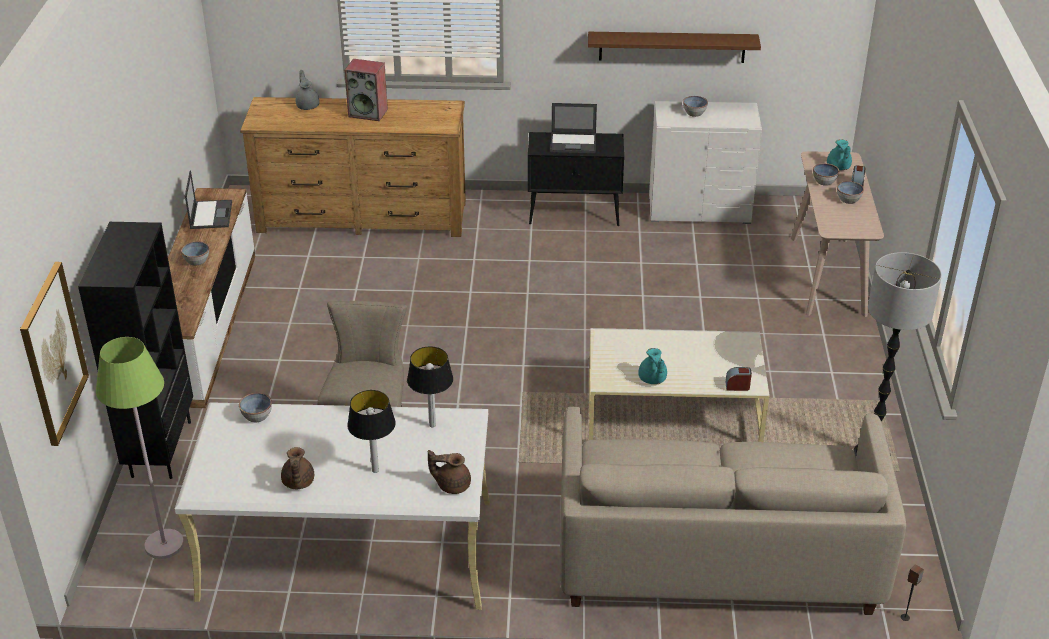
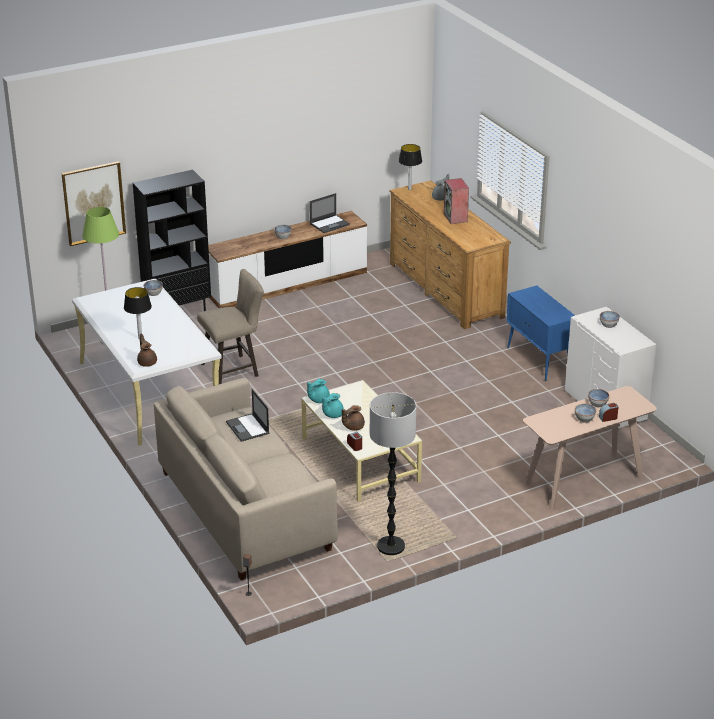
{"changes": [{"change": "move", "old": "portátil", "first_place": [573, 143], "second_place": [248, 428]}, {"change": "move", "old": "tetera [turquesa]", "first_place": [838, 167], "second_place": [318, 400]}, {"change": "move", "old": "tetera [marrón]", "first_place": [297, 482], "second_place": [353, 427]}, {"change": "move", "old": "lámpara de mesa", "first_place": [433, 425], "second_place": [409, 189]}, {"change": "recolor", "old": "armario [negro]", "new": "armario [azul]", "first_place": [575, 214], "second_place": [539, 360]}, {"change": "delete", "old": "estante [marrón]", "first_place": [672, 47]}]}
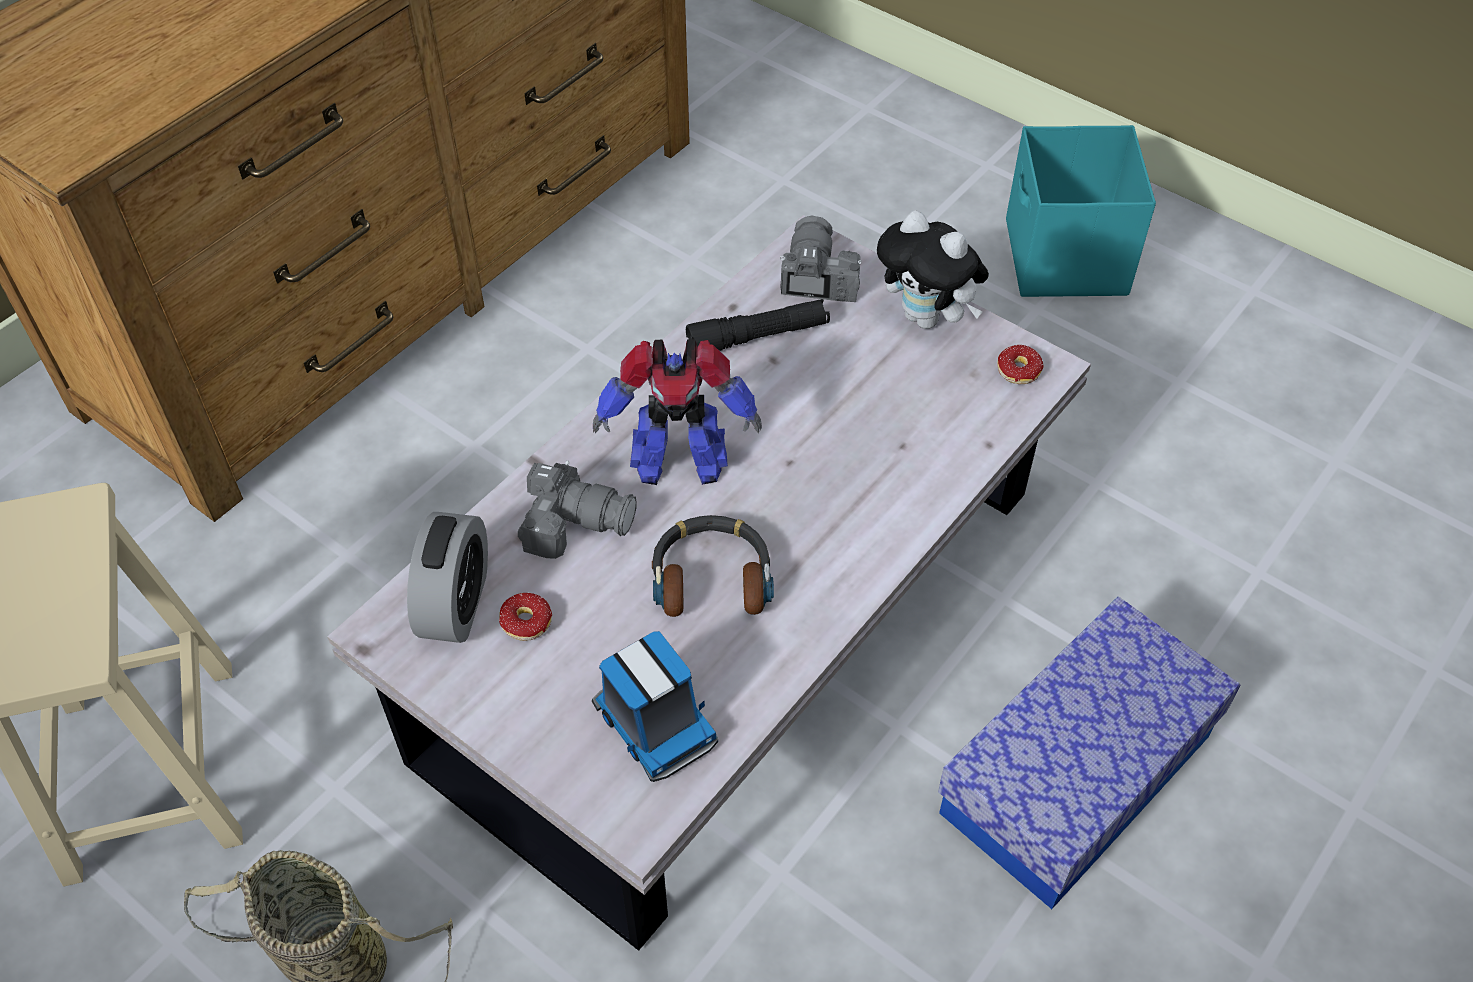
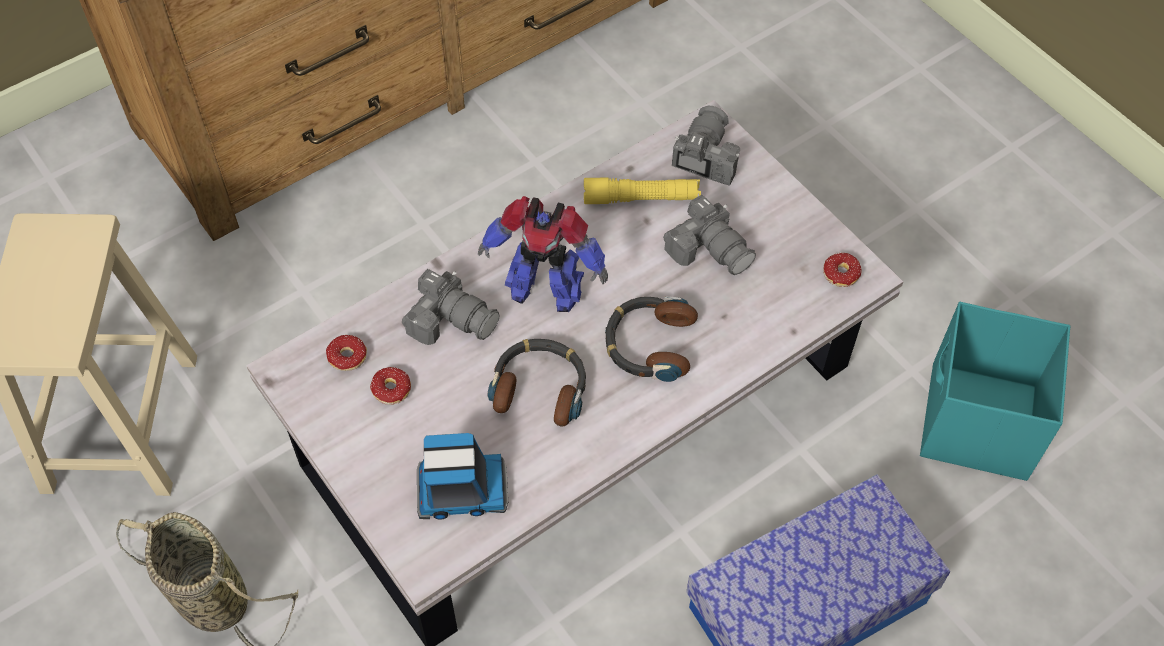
{"changes": [{"change": "replace", "old": "despertador", "new": "rosquilla", "first_place": [456, 604], "second_place": [345, 363]}, {"change": "rotate", "old": "camión de juguete", "first_place": [654, 723], "second_place": [460, 490], "degrees": -75}, {"change": "recolor", "old": "linterna [negro]", "new": "linterna [amarillo]", "first_place": [758, 337], "second_place": [641, 198]}, {"change": "insert", "new": "auriculares", "second_place": [648, 344]}, {"change": "insert", "new": "cámara", "second_place": [709, 249]}, {"change": "move", "old": "caja de almacenaje [turquesa]", "first_place": [1064, 259], "second_place": [976, 423]}, {"change": "delete", "old": "peluche", "first_place": [927, 318]}]}
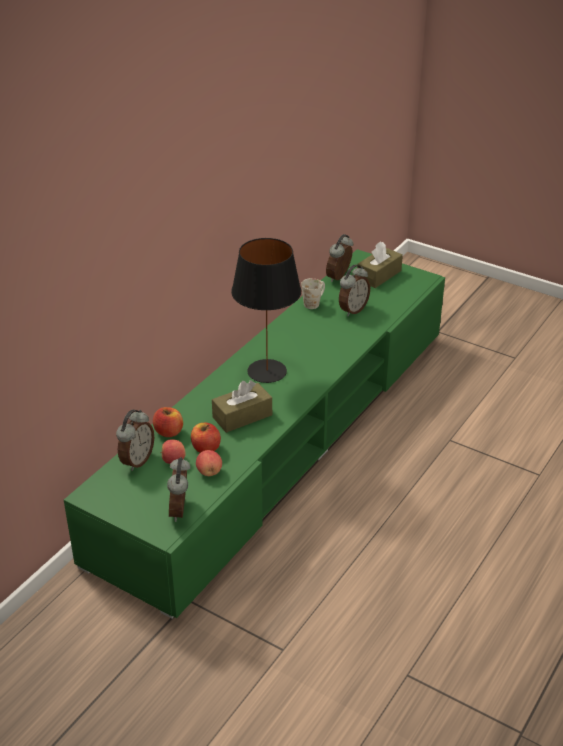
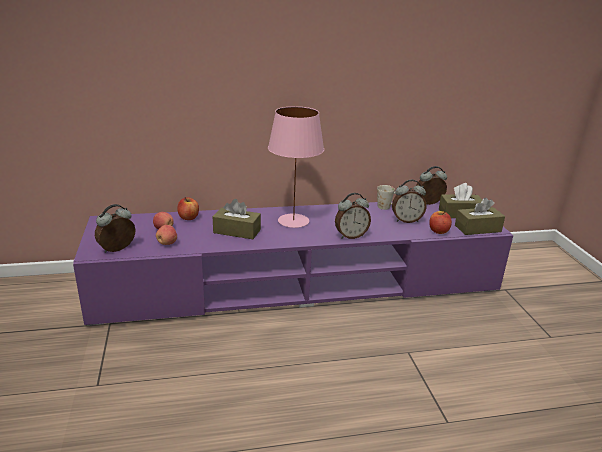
{"changes": [{"change": "recolor", "old": "mueble de televisión [verde]", "new": "mueble de televisión [morado]", "first_place": [282, 437], "second_place": [299, 283]}, {"change": "recolor", "old": "lámpara de mesa [negro]", "new": "lámpara de mesa [rosa]", "first_place": [266, 371], "second_place": [293, 220]}, {"change": "move", "old": "despertador", "first_place": [136, 460], "second_place": [351, 236]}, {"change": "move", "old": "manzana", "first_place": [206, 448], "second_place": [438, 231]}, {"change": "insert", "new": "caja de pañuelos [marrón]", "second_place": [477, 228]}]}
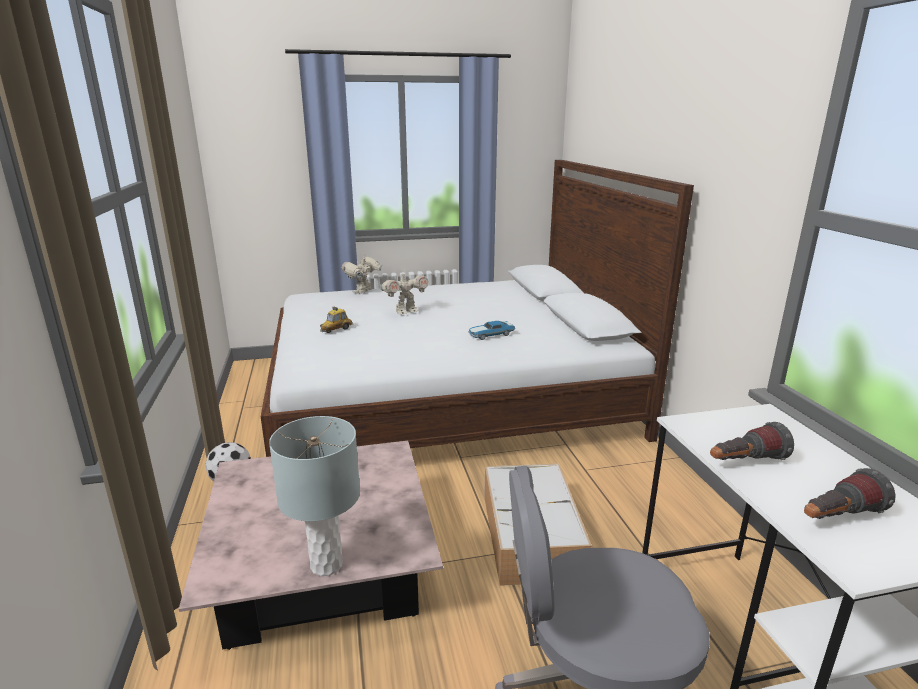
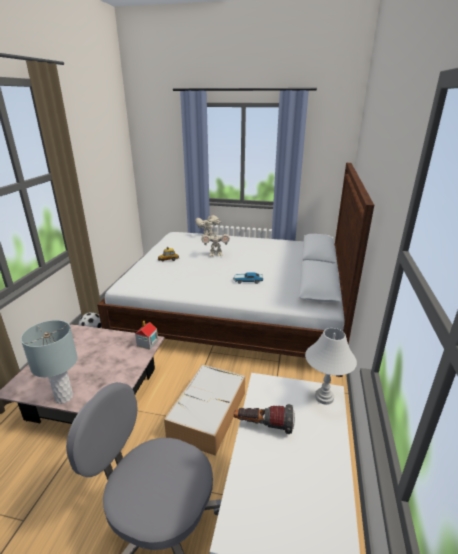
{"changes": [{"change": "insert", "new": "casita", "second_place": [147, 343]}, {"change": "insert", "new": "lámpara de mesa [blanco]", "second_place": [324, 397]}, {"change": "delete", "old": "linterna", "first_place": [837, 518]}]}
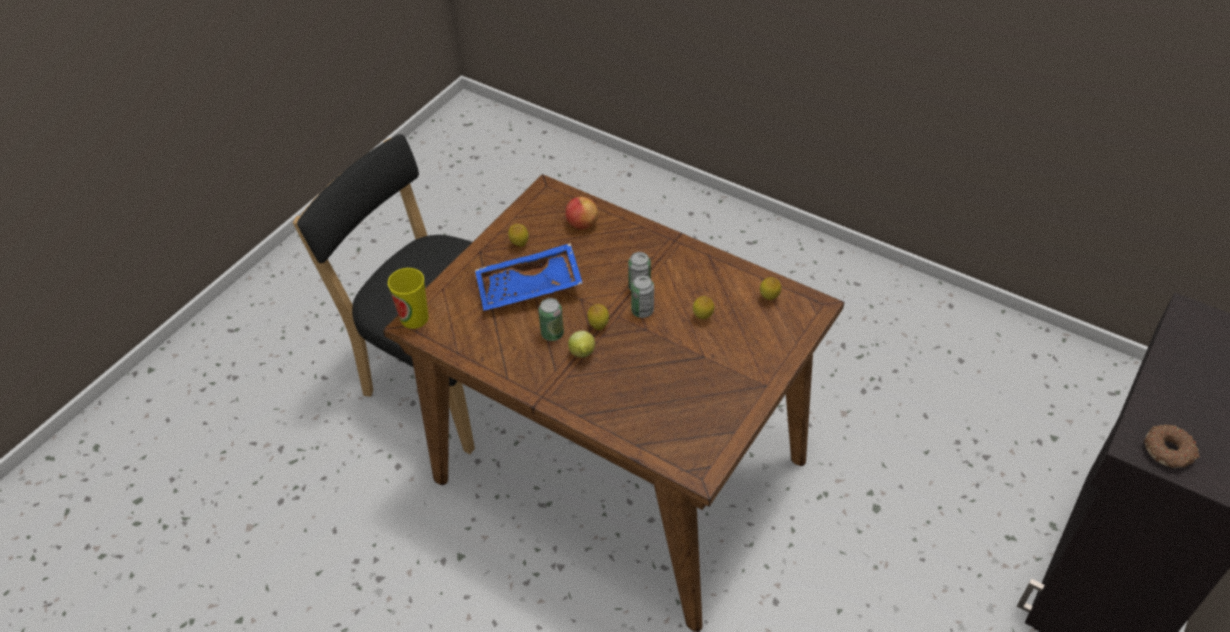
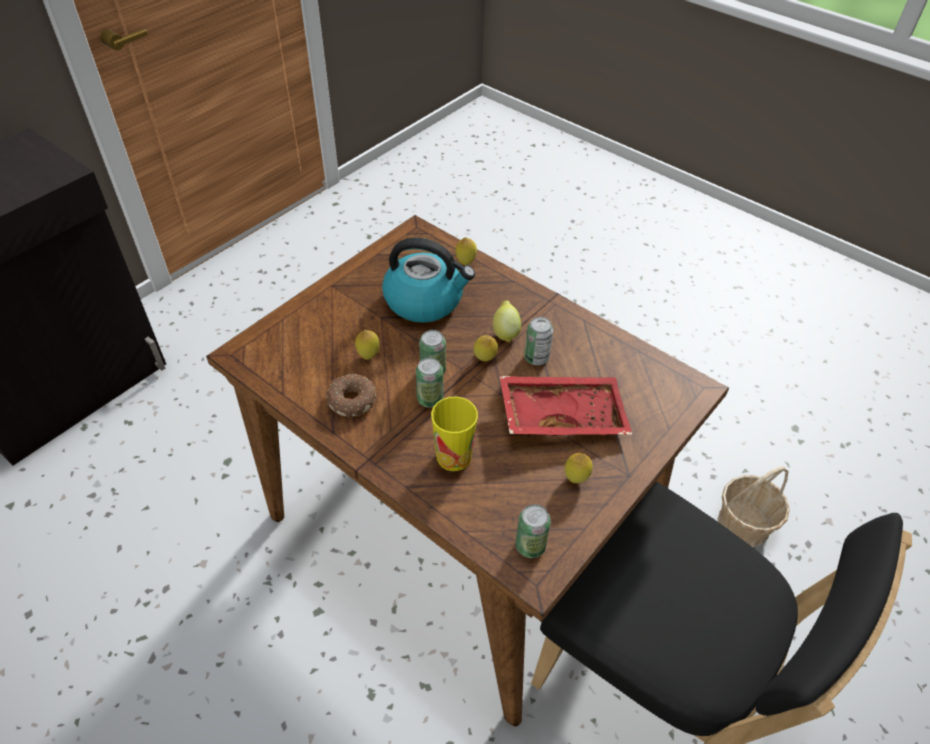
{"changes": [{"change": "move", "old": "rosquilla", "first_place": [1169, 451], "second_place": [351, 400]}, {"change": "insert", "new": "hervidor", "second_place": [425, 300]}, {"change": "move", "old": "taza", "first_place": [414, 318], "second_place": [454, 456]}, {"change": "move", "old": "limón", "first_place": [769, 298], "second_place": [465, 262]}, {"change": "recolor", "old": "bandeja [azul]", "new": "bandeja [rojo]", "first_place": [529, 288], "second_place": [562, 414]}, {"change": "insert", "new": "lata", "second_place": [530, 546]}, {"change": "insert", "new": "cesta", "second_place": [744, 524]}, {"change": "delete", "old": "manzana", "first_place": [582, 224]}]}
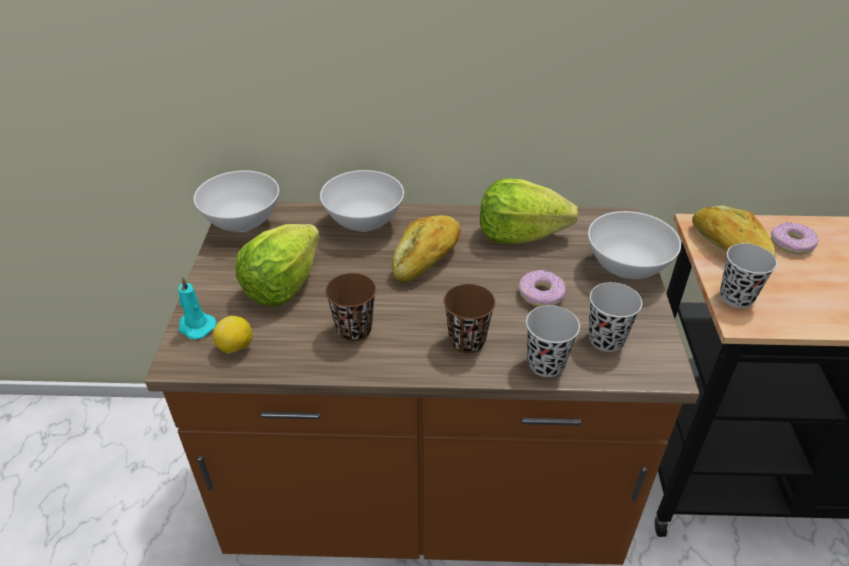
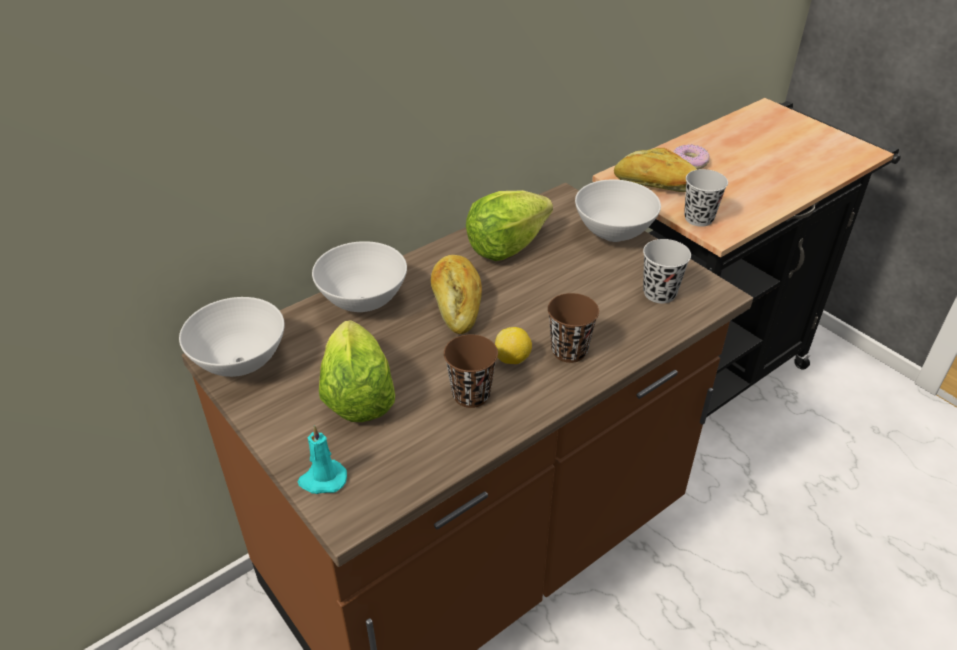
{"changes": [{"change": "move", "old": "limón", "first_place": [236, 348], "second_place": [512, 359]}, {"change": "delete", "old": "rosquilla", "first_place": [541, 295]}, {"change": "delete", "old": "taza [negro]", "first_place": [546, 364]}]}
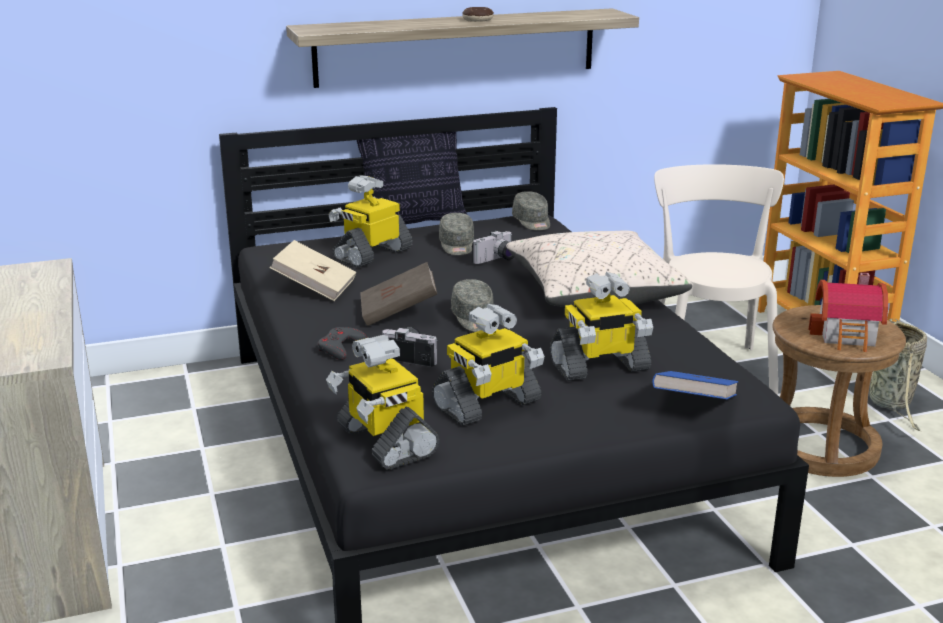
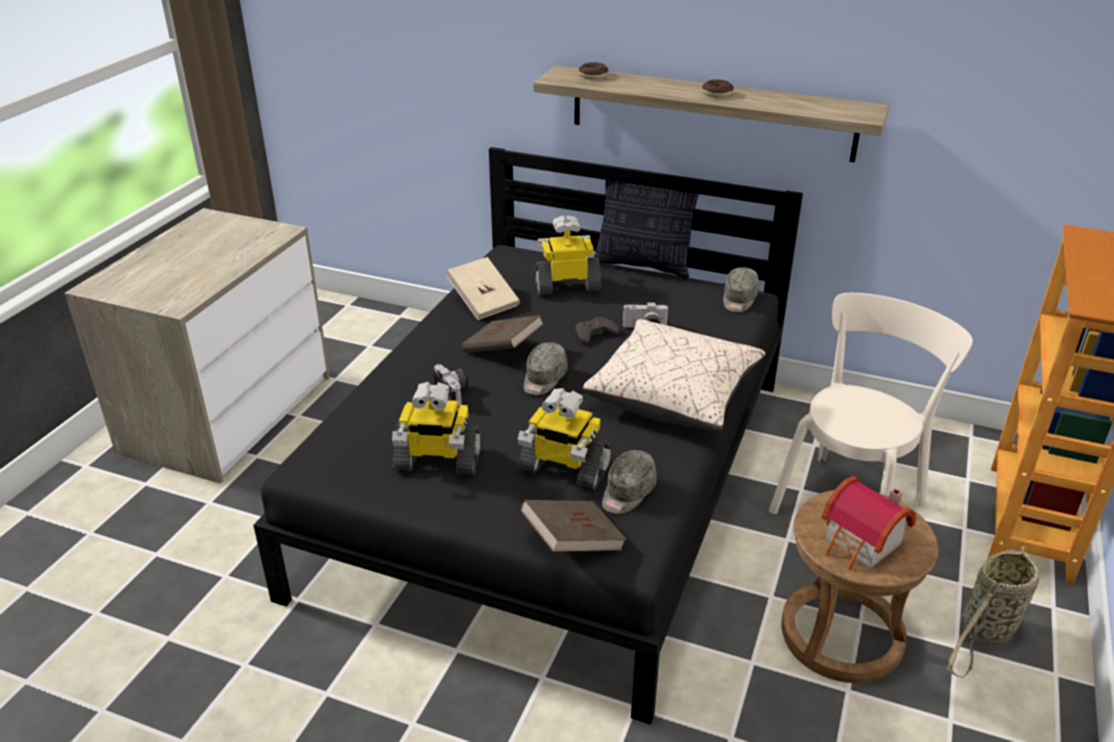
{"changes": [{"change": "recolor", "old": "libro [azul]", "new": "libro [marrón]", "first_place": [694, 406], "second_place": [572, 542]}, {"change": "move", "old": "mando de consola [gris]", "first_place": [340, 348], "second_place": [594, 334]}, {"change": "insert", "new": "rosquilla", "second_place": [593, 76]}, {"change": "move", "old": "gorra [gris]", "first_place": [457, 245], "second_place": [627, 493]}, {"change": "delete", "old": "robot de juguete", "first_place": [384, 441]}]}
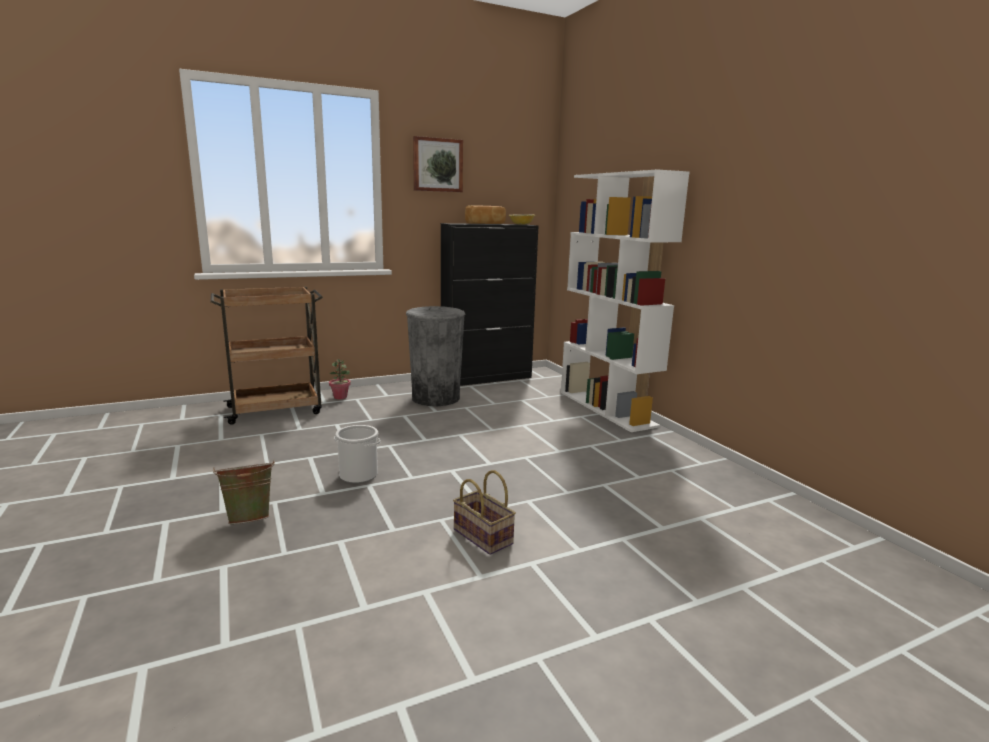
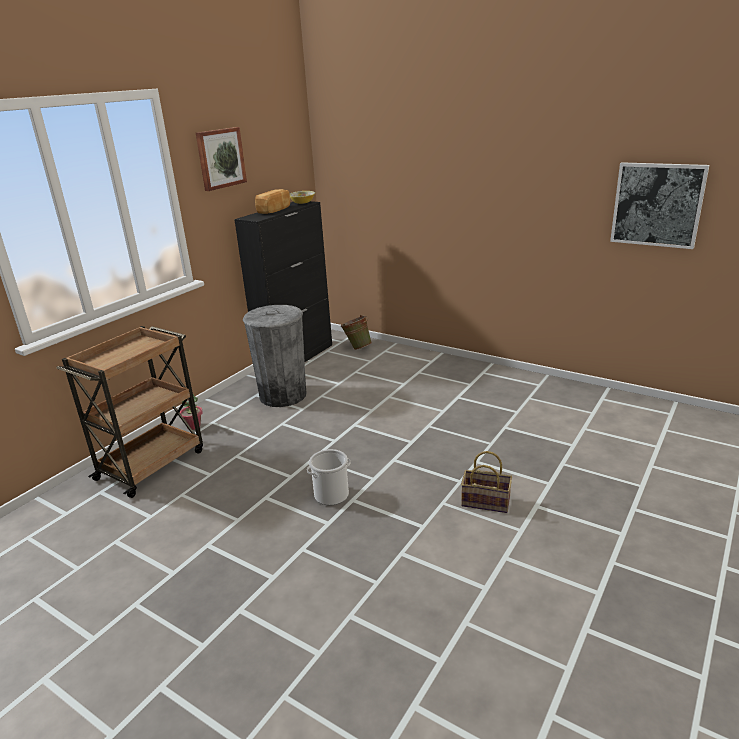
{"changes": [{"change": "move", "old": "cubo [verde]", "first_place": [250, 519], "second_place": [357, 347]}, {"change": "insert", "new": "cuadro", "second_place": [657, 204]}, {"change": "delete", "old": "estantería [blanco]", "first_place": [607, 408]}]}
